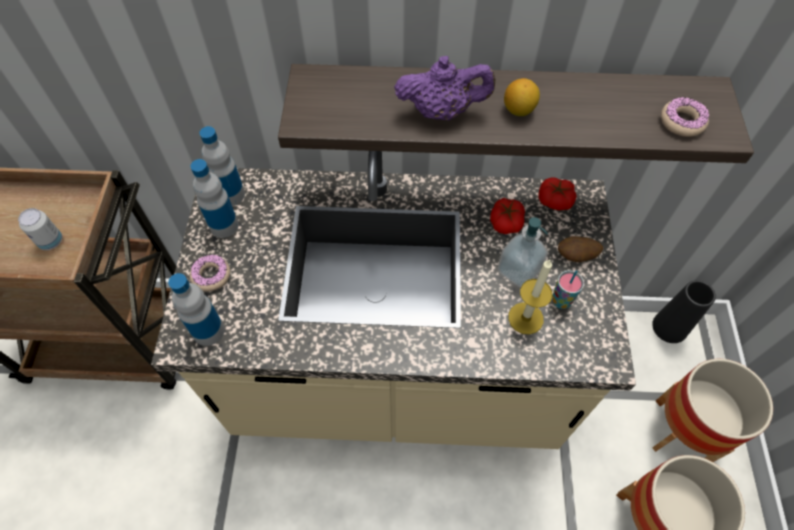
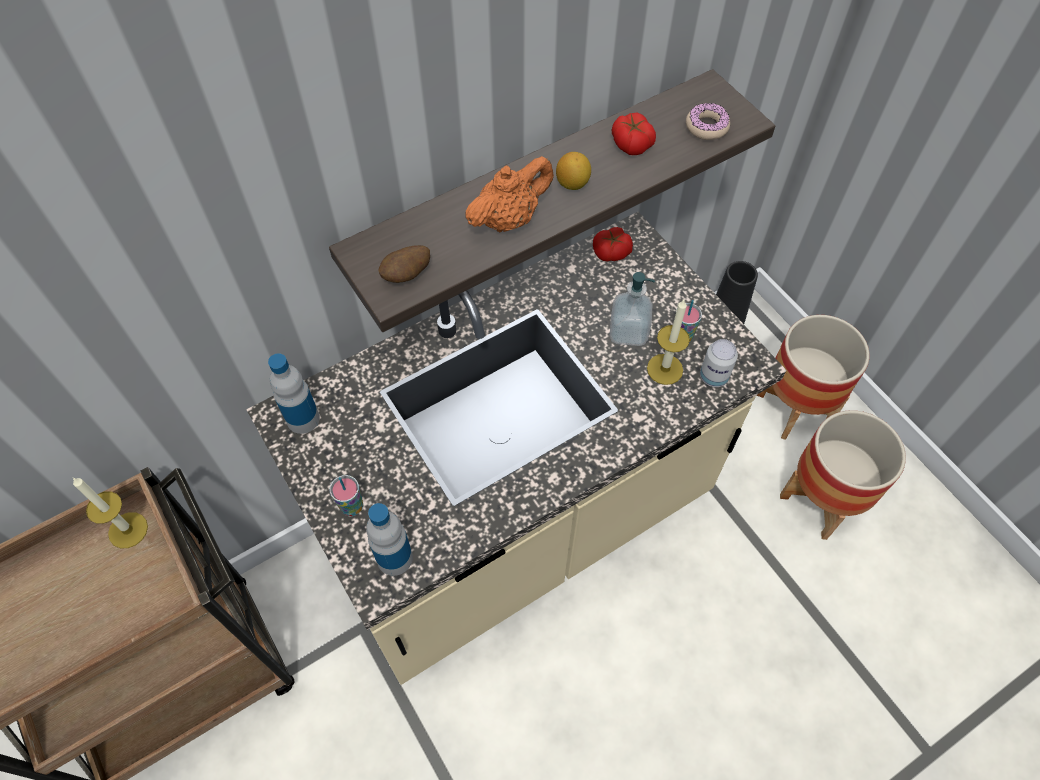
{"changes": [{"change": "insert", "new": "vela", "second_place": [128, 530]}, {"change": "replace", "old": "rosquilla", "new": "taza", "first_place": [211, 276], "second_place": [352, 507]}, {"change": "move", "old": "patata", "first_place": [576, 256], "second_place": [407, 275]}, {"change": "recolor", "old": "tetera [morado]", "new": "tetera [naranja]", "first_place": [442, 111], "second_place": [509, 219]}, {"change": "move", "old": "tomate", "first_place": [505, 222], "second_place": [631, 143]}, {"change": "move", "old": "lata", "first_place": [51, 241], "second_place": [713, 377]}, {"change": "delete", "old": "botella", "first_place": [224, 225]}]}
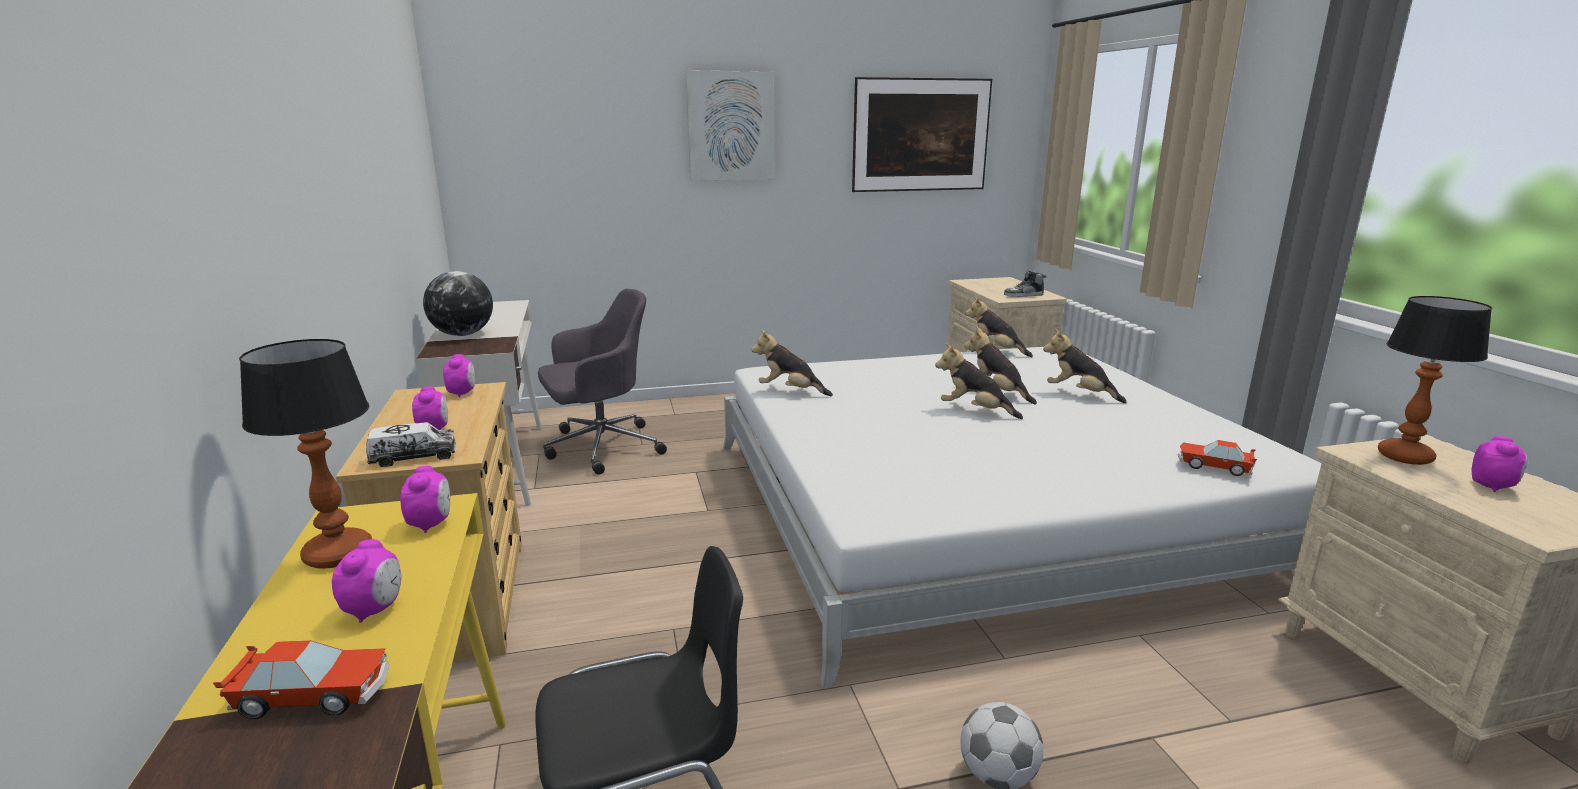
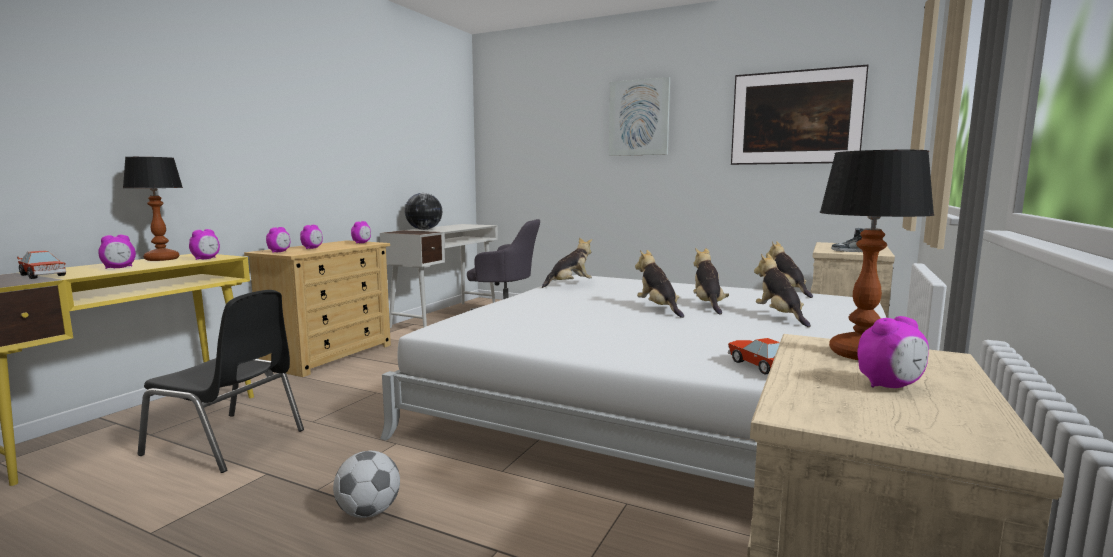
{"changes": [{"change": "replace", "old": "camión de juguete", "new": "despertador", "first_place": [414, 457], "second_place": [279, 252]}, {"change": "rotate", "old": "peluche", "first_place": [790, 391], "second_place": [569, 284], "degrees": 90}]}
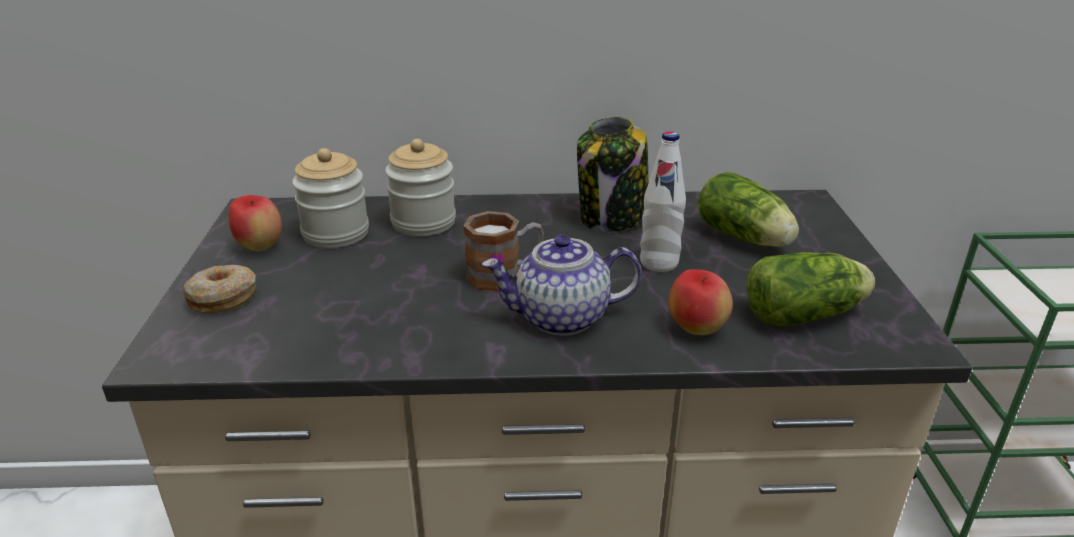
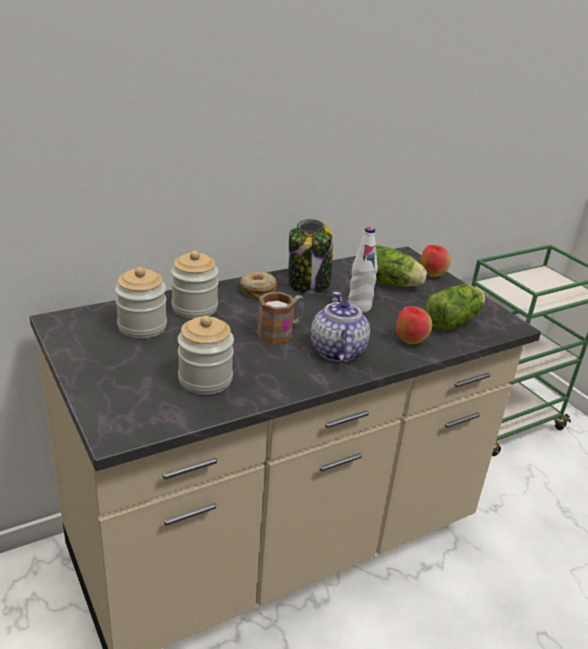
{"changes": [{"change": "insert", "new": "tarro", "second_place": [205, 380]}, {"change": "move", "old": "rosquilla", "first_place": [223, 298], "second_place": [258, 290]}, {"change": "rotate", "old": "tetera", "first_place": [561, 318], "second_place": [336, 351], "degrees": 120}, {"change": "move", "old": "manzana", "first_place": [260, 247], "second_place": [432, 275]}]}
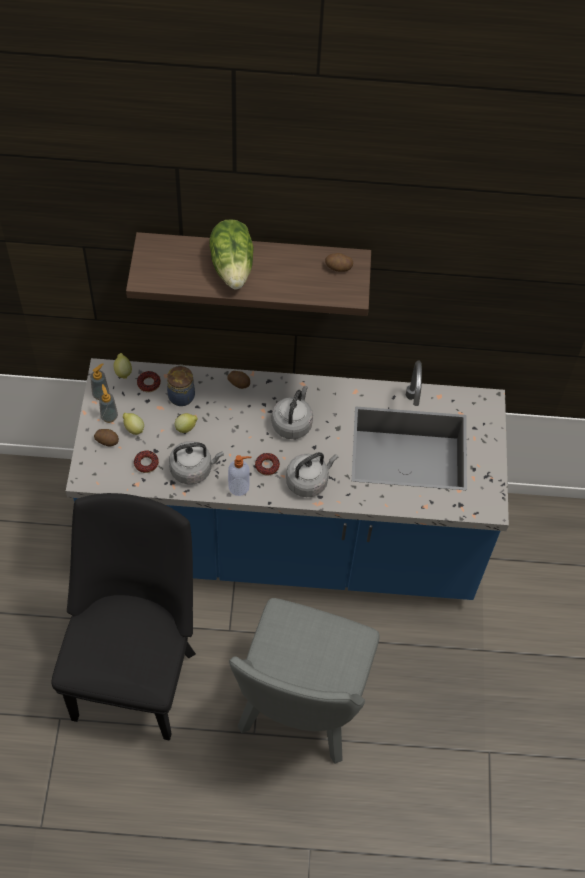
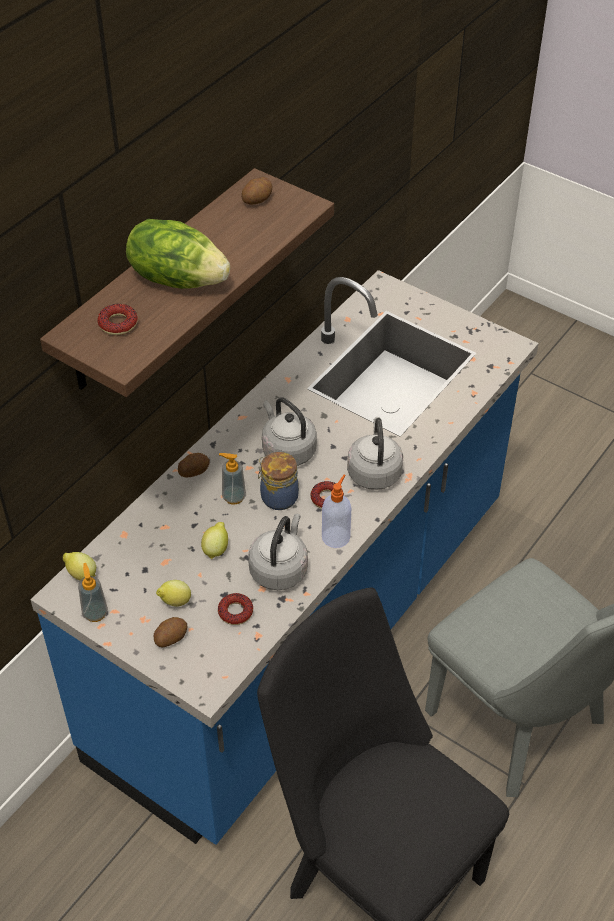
{"changes": [{"change": "move", "old": "rosquilla", "first_place": [149, 383], "second_place": [118, 324]}, {"change": "move", "old": "dispensador de jabón", "first_place": [109, 416], "second_place": [234, 497]}, {"change": "move", "old": "tarro", "first_place": [181, 395], "second_place": [278, 497]}]}
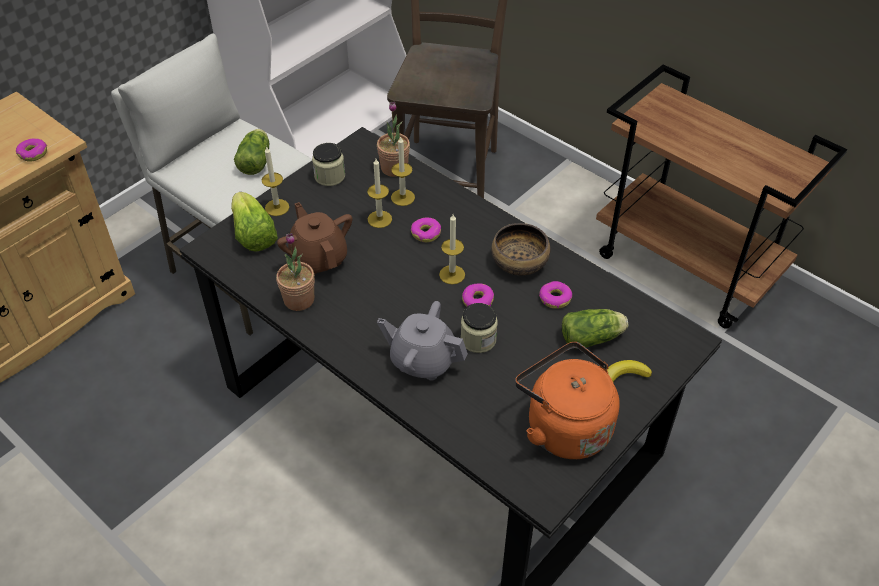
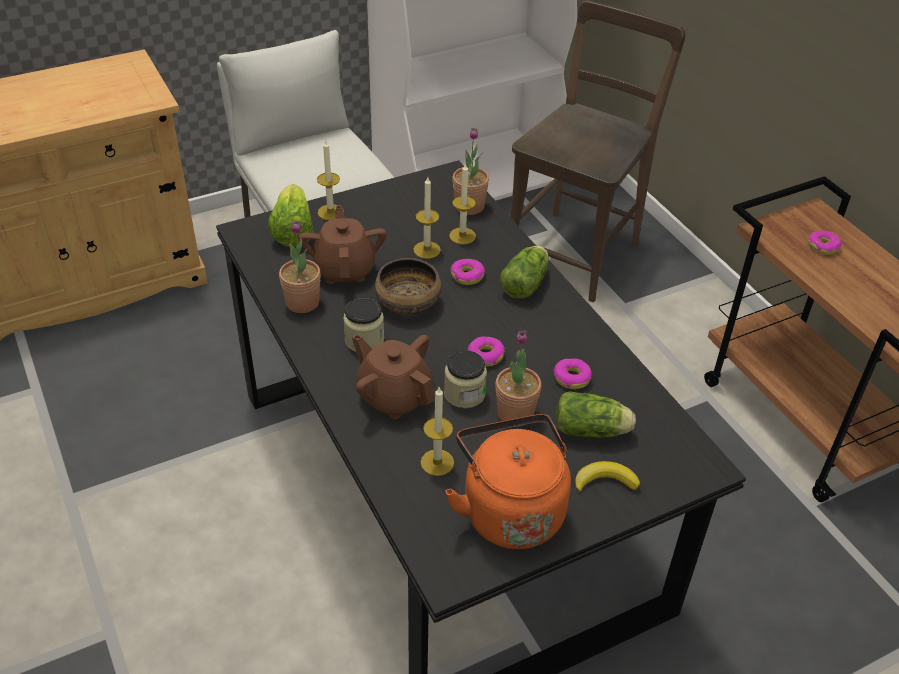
{"changes": [{"change": "move", "old": "tarro", "first_place": [329, 176], "second_place": [364, 340]}, {"change": "recolor", "old": "tetera [gris]", "new": "tetera [marrón]", "first_place": [422, 360], "second_place": [394, 396]}, {"change": "move", "old": "cuenco", "first_place": [519, 262], "second_place": [407, 302]}, {"change": "move", "old": "vela", "first_place": [452, 274], "second_place": [437, 462]}, {"change": "insert", "new": "planta en maceta", "second_place": [515, 413]}, {"change": "move", "old": "lechuga", "first_place": [256, 160], "second_place": [526, 282]}, {"change": "move", "old": "rosquilla", "first_place": [33, 153], "second_place": [823, 247]}]}
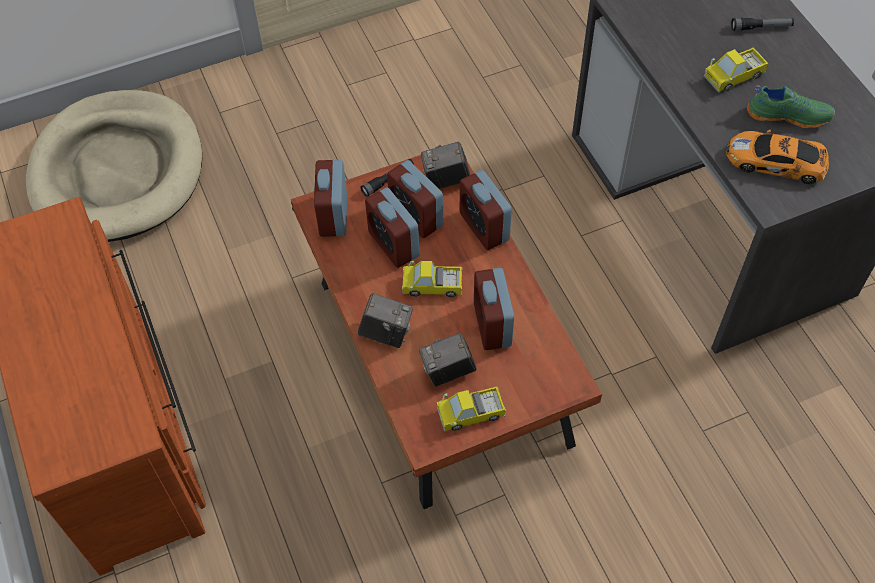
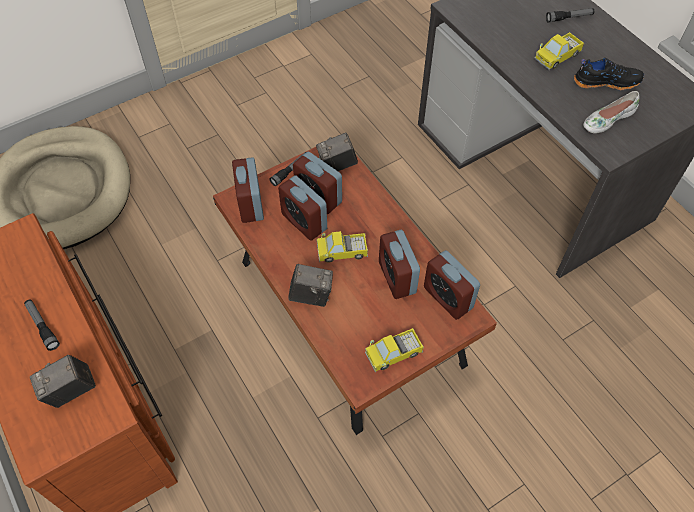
{"changes": [{"change": "insert", "new": "linterna", "second_place": [42, 326]}, {"change": "move", "old": "cámara", "first_place": [448, 371], "second_place": [71, 391]}, {"change": "move", "old": "despertador", "first_place": [484, 227], "second_place": [448, 298]}, {"change": "recolor", "old": "zapato [verde]", "new": "zapato [negro]", "first_place": [788, 114], "second_place": [606, 81]}, {"change": "replace", "old": "coche de juguete", "new": "zapato [blanco]", "first_place": [778, 162], "second_place": [607, 119]}]}
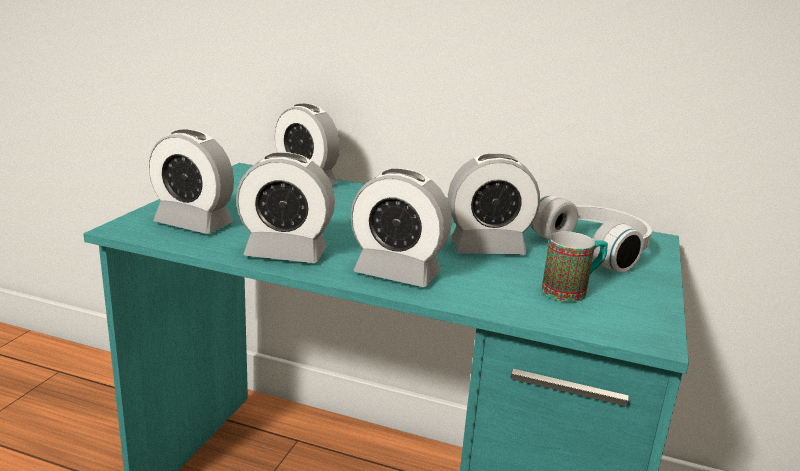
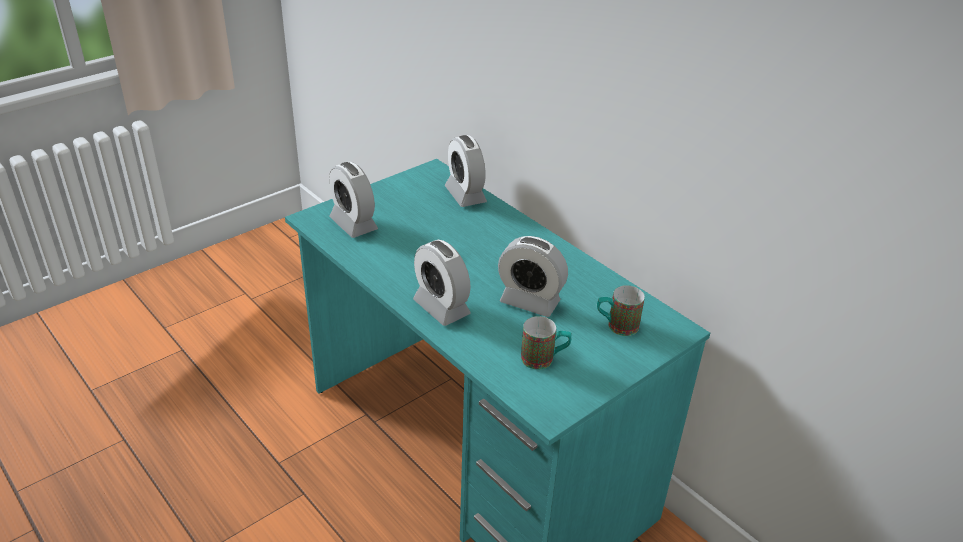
{"changes": [{"change": "replace", "old": "auriculares [blanco]", "new": "taza grande", "first_place": [596, 248], "second_place": [616, 326]}, {"change": "delete", "old": "despertador", "first_place": [286, 253]}]}
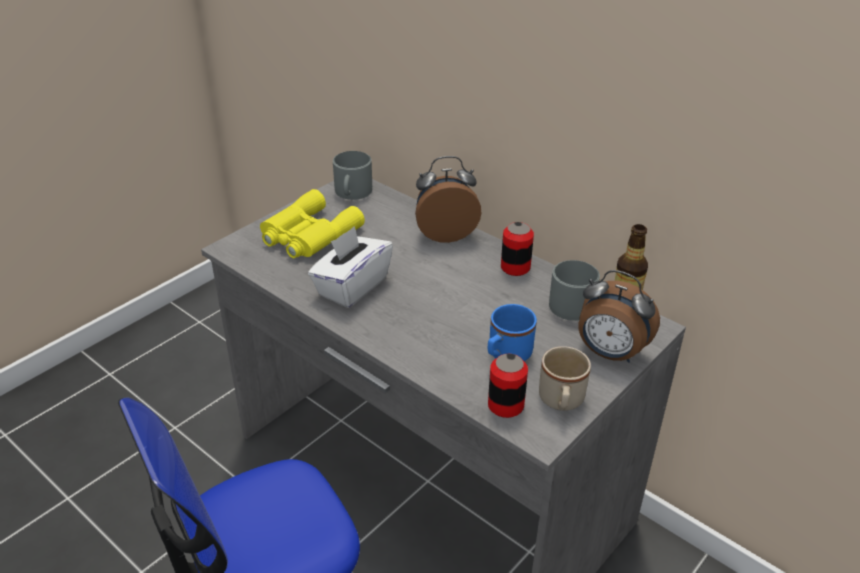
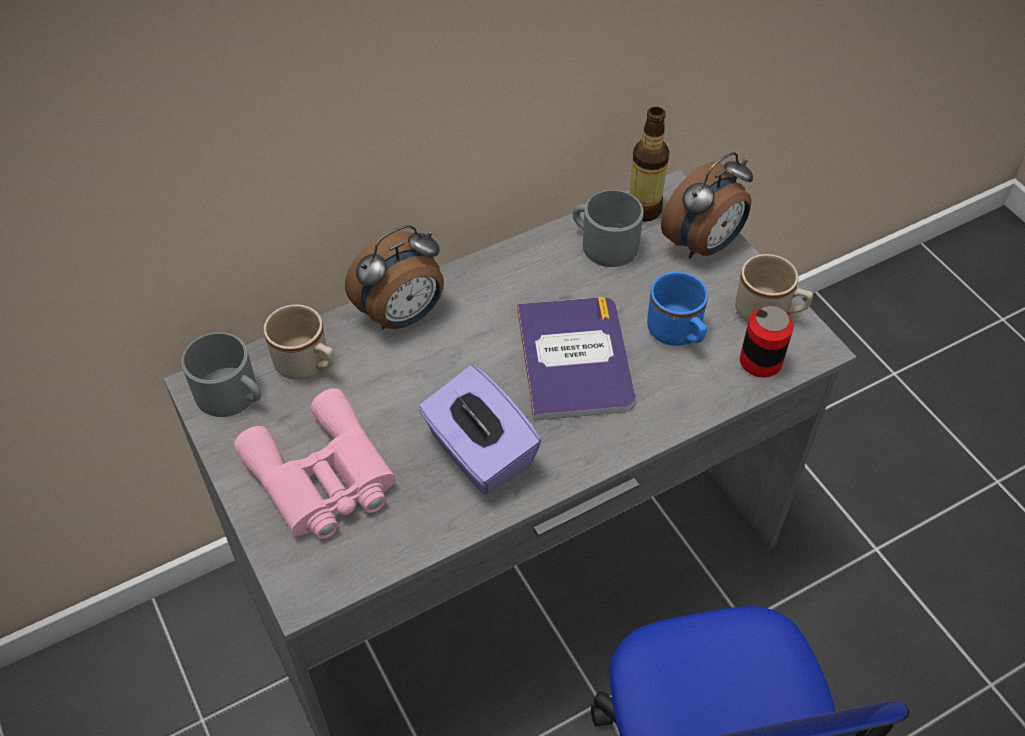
{"changes": [{"change": "recolor", "old": "prismáticos [amarillo]", "new": "prismáticos [rosa]", "first_place": [307, 235], "second_place": [322, 479]}, {"change": "insert", "new": "taza grande [beis]", "second_place": [308, 365]}, {"change": "rotate", "old": "despertador", "first_place": [445, 233], "second_place": [402, 316], "degrees": -135}, {"change": "recolor", "old": "caja de pañuelos [blanco]", "new": "caja de pañuelos [morado]", "first_place": [352, 286], "second_place": [479, 453]}, {"change": "insert", "new": "libro", "second_place": [574, 358]}, {"change": "delete", "old": "lata", "first_place": [515, 267]}]}
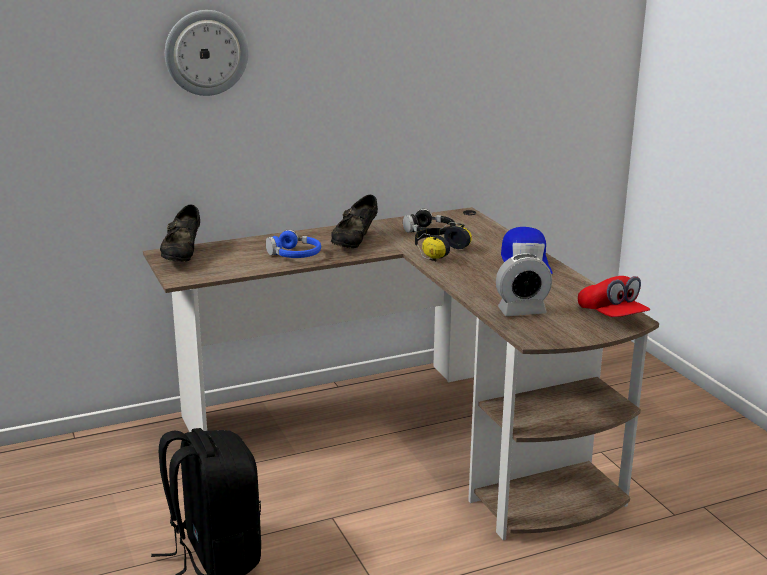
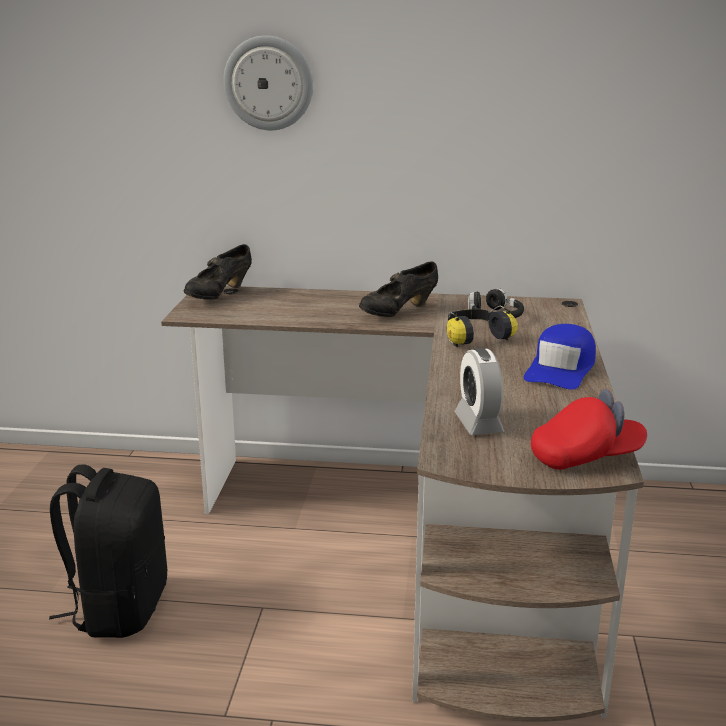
{"changes": [{"change": "rotate", "old": "despertador", "first_place": [522, 311], "second_place": [478, 423], "degrees": 60}, {"change": "rotate", "old": "gorra [rojo]", "first_place": [612, 316], "second_place": [586, 457], "degrees": -105}, {"change": "delete", "old": "auriculares [azul]", "first_place": [294, 255]}]}
